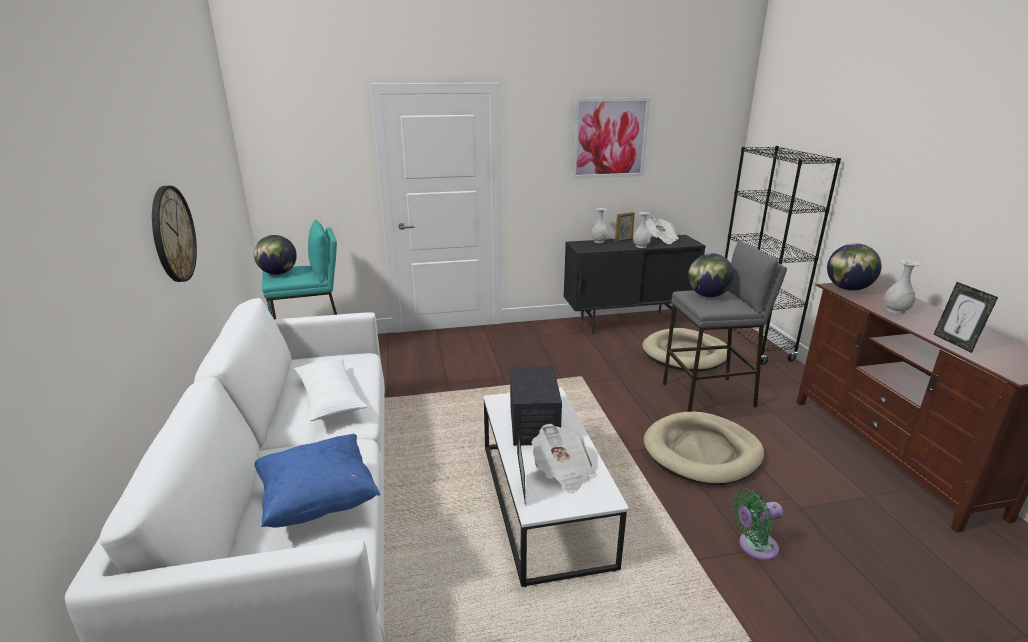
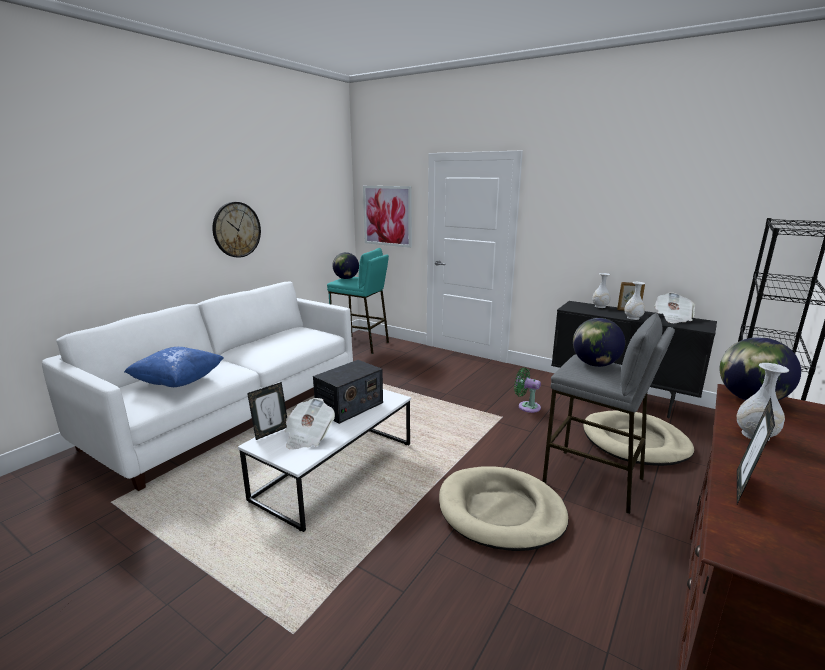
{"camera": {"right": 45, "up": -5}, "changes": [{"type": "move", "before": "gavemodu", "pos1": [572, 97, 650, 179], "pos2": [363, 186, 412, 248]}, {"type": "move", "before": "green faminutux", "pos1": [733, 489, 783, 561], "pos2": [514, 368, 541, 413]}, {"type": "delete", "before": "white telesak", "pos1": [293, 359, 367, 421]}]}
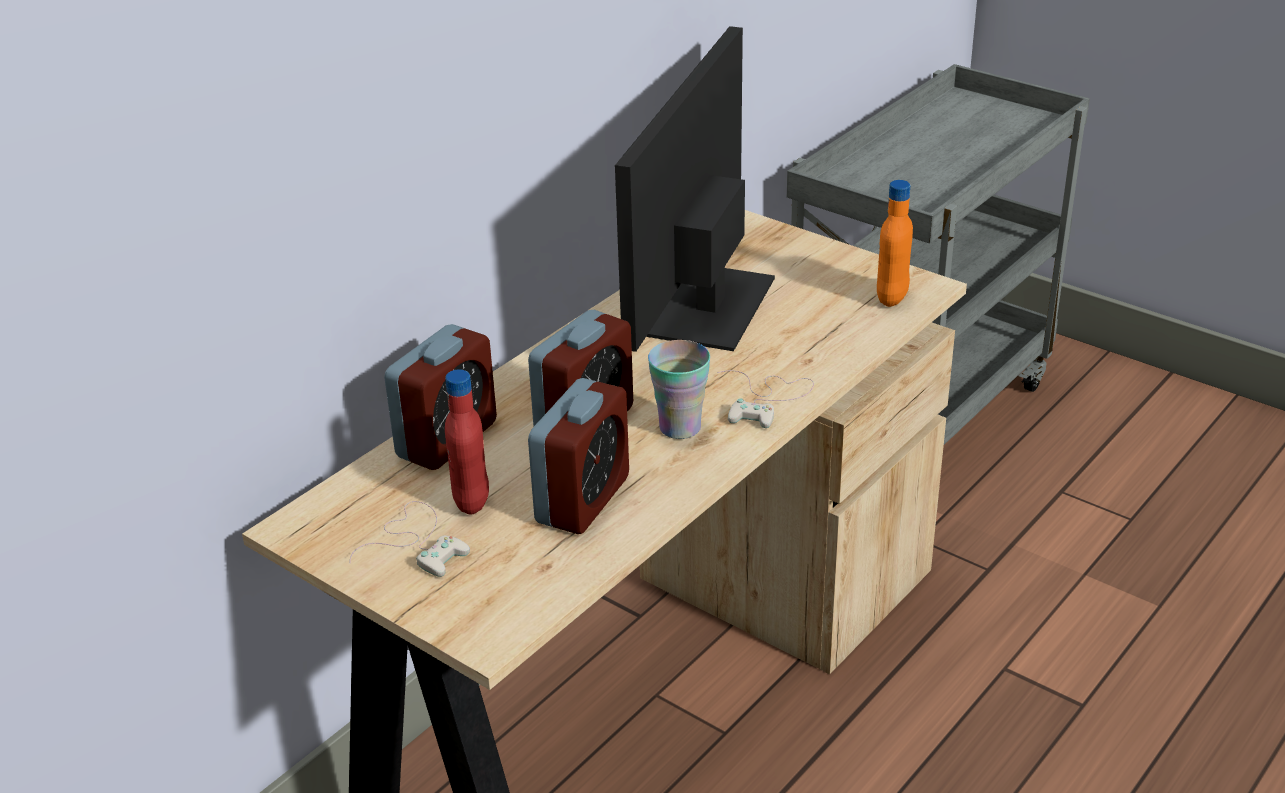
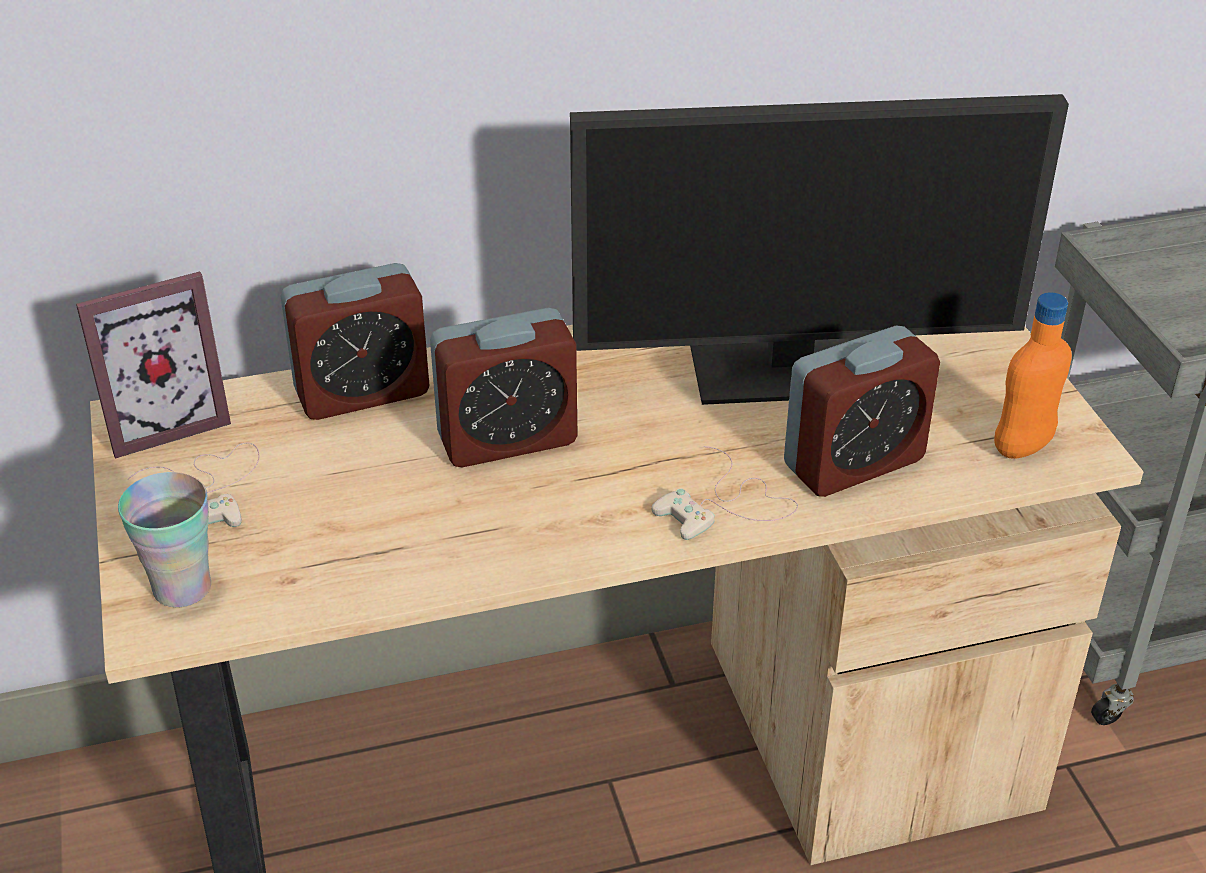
{"camera": {"right": 35, "up": 5}, "changes": [{"type": "insert", "after": "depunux", "pos2": [76, 271, 231, 458]}, {"type": "move", "before": "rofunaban", "pos1": [648, 340, 710, 439], "pos2": [118, 472, 211, 607]}, {"type": "rotate", "before": "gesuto", "pos1": [615, 26, 775, 352], "pos2": [570, 94, 1069, 405], "turn": -150}, {"type": "move", "before": "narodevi", "pos1": [528, 378, 629, 534], "pos2": [784, 326, 940, 497]}, {"type": "delete", "before": "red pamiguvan", "pos1": [445, 370, 489, 515]}]}
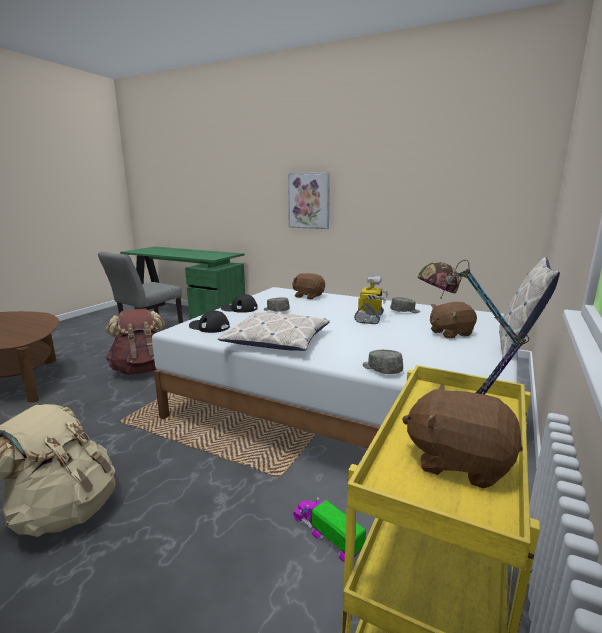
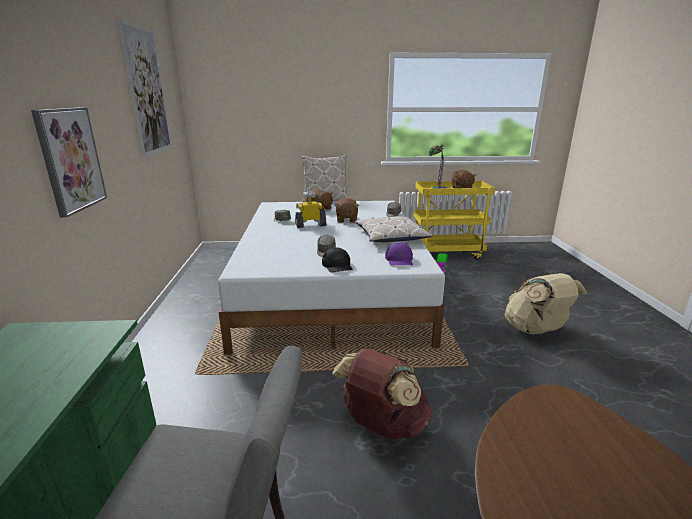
{"camera": {"right": -120, "up": 5}, "changes": [{"type": "insert", "after": "gavemodu", "pos2": [118, 18, 172, 157]}, {"type": "move", "before": "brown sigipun", "pos1": [292, 273, 325, 299], "pos2": [334, 198, 359, 223]}, {"type": "recolor", "before": "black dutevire", "after": "purple dutevire", "pos1": [189, 311, 230, 333], "pos2": [385, 242, 413, 266]}]}
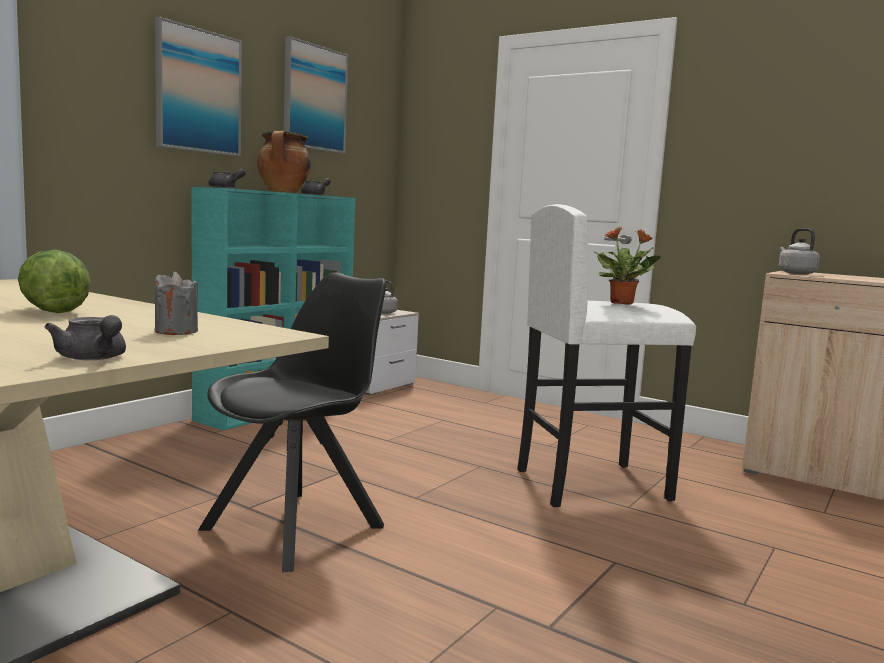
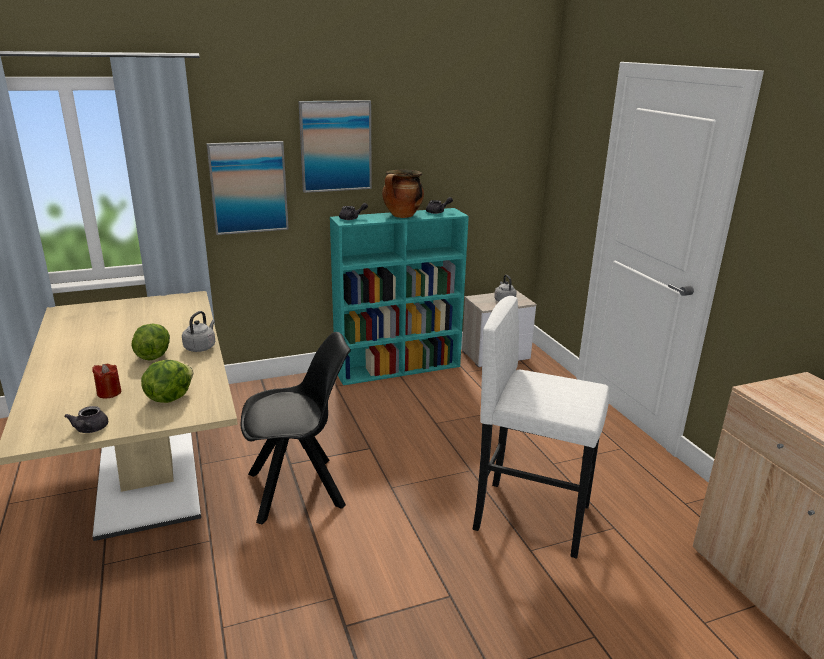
{"camera": {"right": 35, "up": 15}, "changes": [{"type": "insert", "after": "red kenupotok", "pos2": [92, 364, 121, 398]}, {"type": "replace", "before": "grey kenupotok", "after": "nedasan", "pos1": [154, 272, 198, 335], "pos2": [141, 360, 193, 403]}, {"type": "move", "before": "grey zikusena", "pos1": [778, 228, 820, 274], "pos2": [182, 311, 215, 352]}, {"type": "move", "before": "gavemodu", "pos1": [284, 36, 348, 153], "pos2": [206, 141, 289, 235]}, {"type": "delete", "before": "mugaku", "pos1": [594, 227, 661, 305]}]}
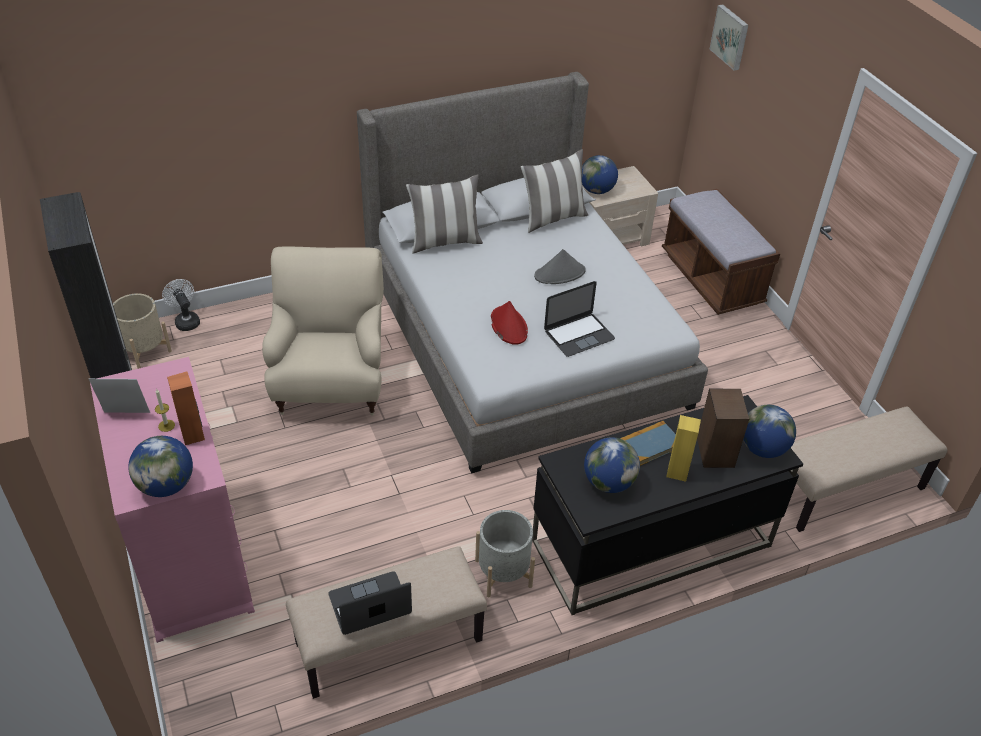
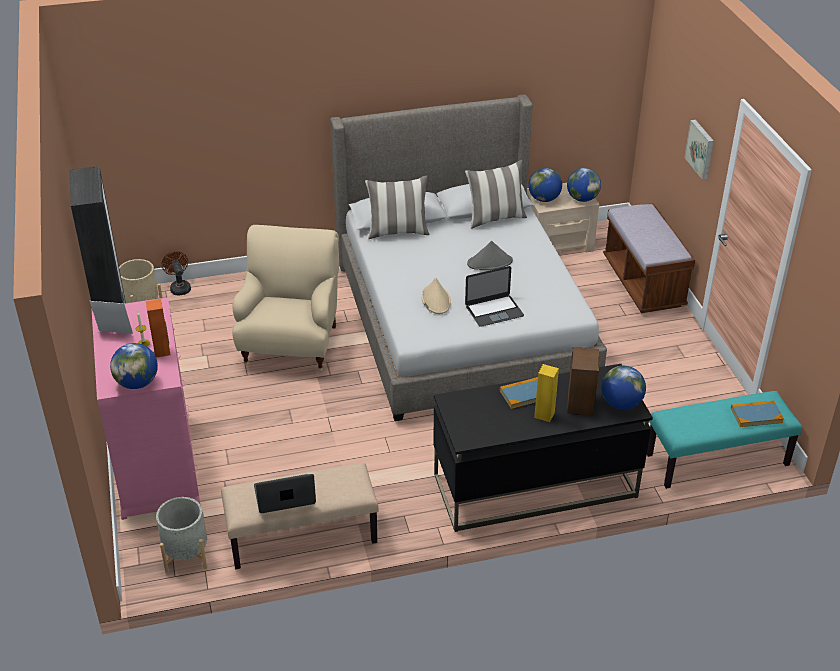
{"camera": {"right": 10, "up": -5}, "changes": [{"type": "move", "before": "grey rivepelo", "pos1": [475, 510, 535, 597], "pos2": [156, 497, 207, 573]}, {"type": "recolor", "before": "white faminutux", "after": "brown faminutux", "pos1": [162, 279, 200, 331], "pos2": [161, 251, 191, 296]}, {"type": "recolor", "before": "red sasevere", "after": "beige sasevere", "pos1": [491, 301, 528, 345], "pos2": [422, 278, 451, 314]}, {"type": "move", "before": "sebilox", "pos1": [584, 437, 640, 493], "pos2": [567, 168, 601, 202]}, {"type": "recolor", "before": "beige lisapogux", "after": "turquoise lisapogux", "pos1": [791, 406, 948, 532], "pos2": [647, 391, 802, 489]}, {"type": "move", "before": "gavemodu", "pos1": [710, 5, 748, 70], "pos2": [685, 120, 714, 180]}, {"type": "insert", "after": "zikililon", "pos2": [731, 401, 784, 427]}]}
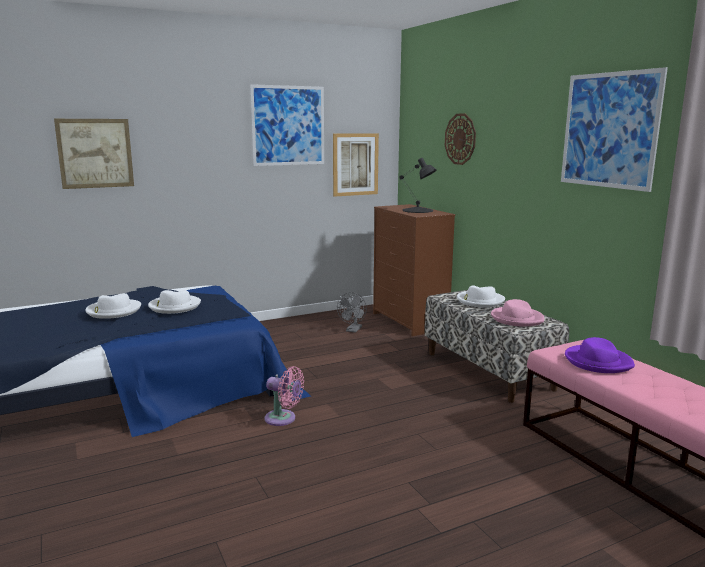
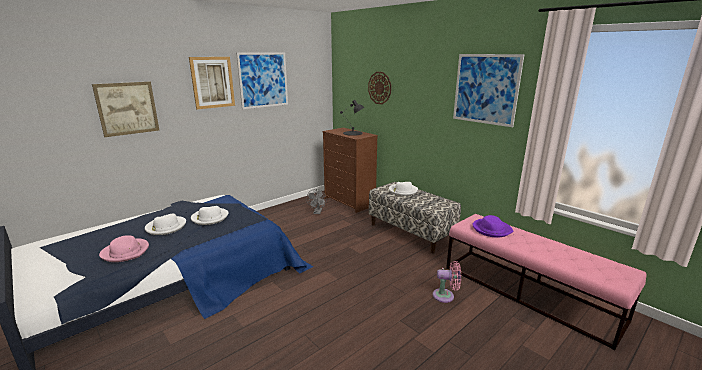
{"camera": {"right": -15, "up": 5}, "changes": [{"type": "move", "before": "pink sasevere", "pos1": [491, 299, 544, 327], "pos2": [99, 235, 149, 262]}, {"type": "move", "before": "gavemodu", "pos1": [333, 133, 379, 197], "pos2": [189, 57, 235, 109]}, {"type": "move", "before": "pink faminutux", "pos1": [265, 366, 304, 426], "pos2": [433, 261, 461, 303]}]}
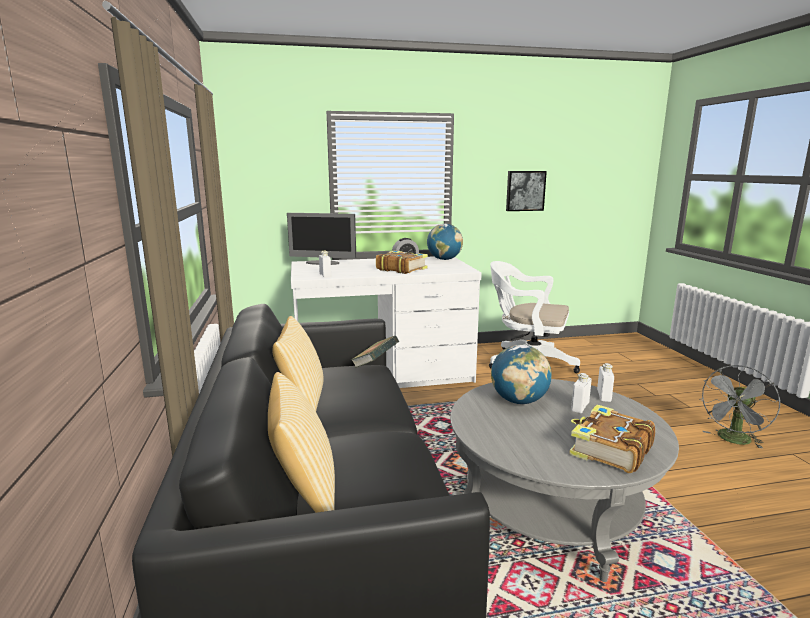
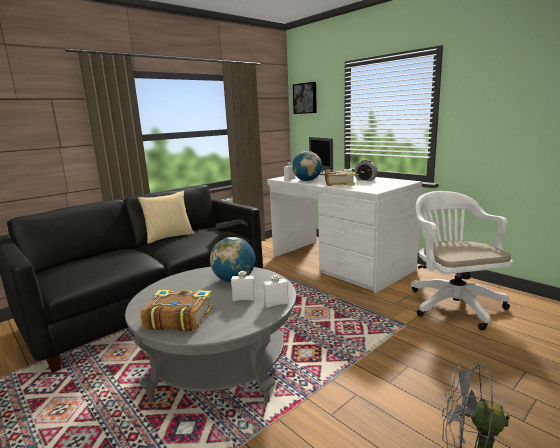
{"camera": {"right": 60, "up": 0}, "changes": [{"type": "move", "before": "sebilox", "pos1": [427, 224, 463, 260], "pos2": [292, 151, 322, 181]}, {"type": "move", "before": "gavemodu", "pos1": [506, 171, 547, 211], "pos2": [293, 82, 317, 114]}, {"type": "delete", "before": "telesak", "pos1": [268, 372, 335, 513]}]}
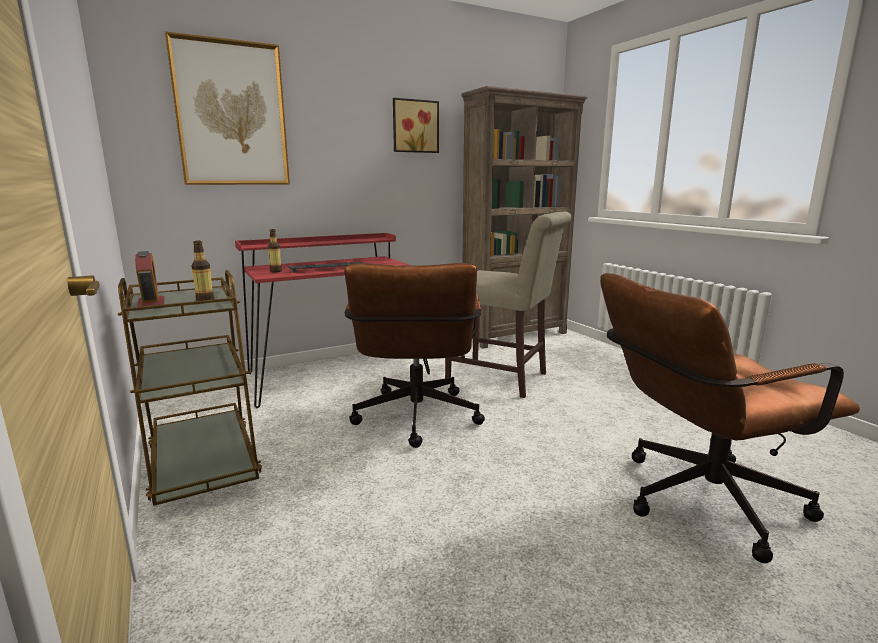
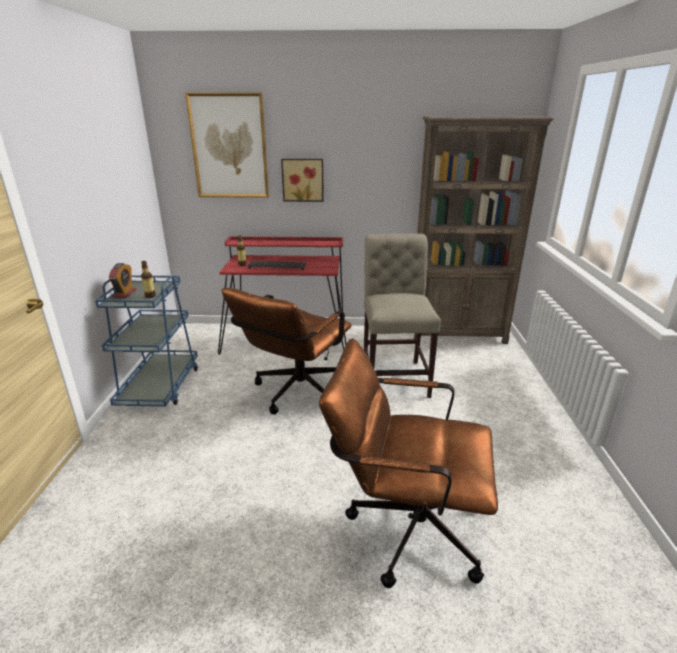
{"camera": {"right": 30, "up": 10}, "changes": [{"type": "recolor", "before": "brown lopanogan", "after": "blue lopanogan", "pos1": [118, 270, 262, 506], "pos2": [95, 275, 198, 407]}, {"type": "move", "before": "gavemodu", "pos1": [393, 98, 439, 153], "pos2": [281, 159, 324, 202]}, {"type": "rotate", "before": "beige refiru", "pos1": [445, 212, 571, 398], "pos2": [364, 233, 441, 398], "turn": -150}]}
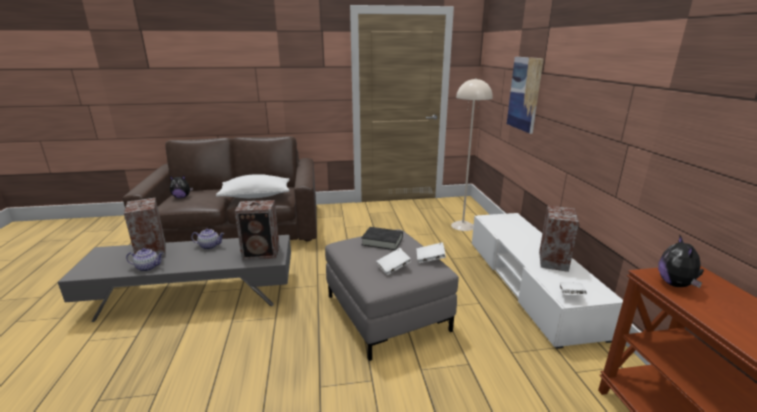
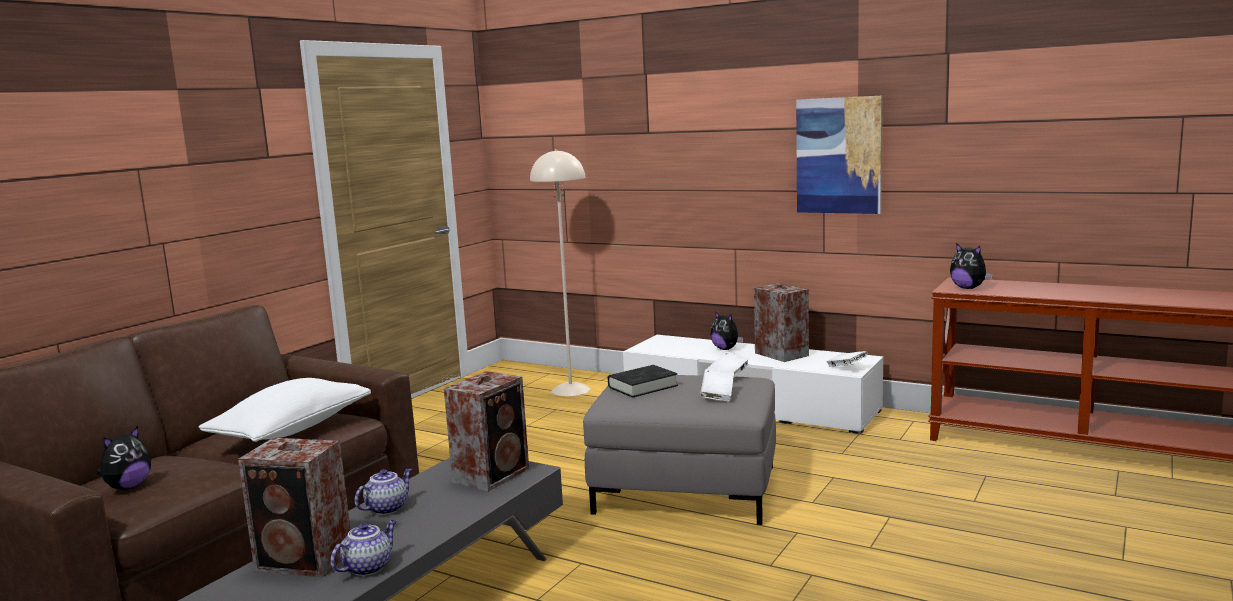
{"camera": {"right": -50, "up": -10}, "changes": [{"type": "insert", "after": "sigipun", "pos2": [711, 311, 743, 350]}, {"type": "move", "before": "gavemodu", "pos1": [507, 57, 544, 134], "pos2": [796, 96, 883, 214]}]}
